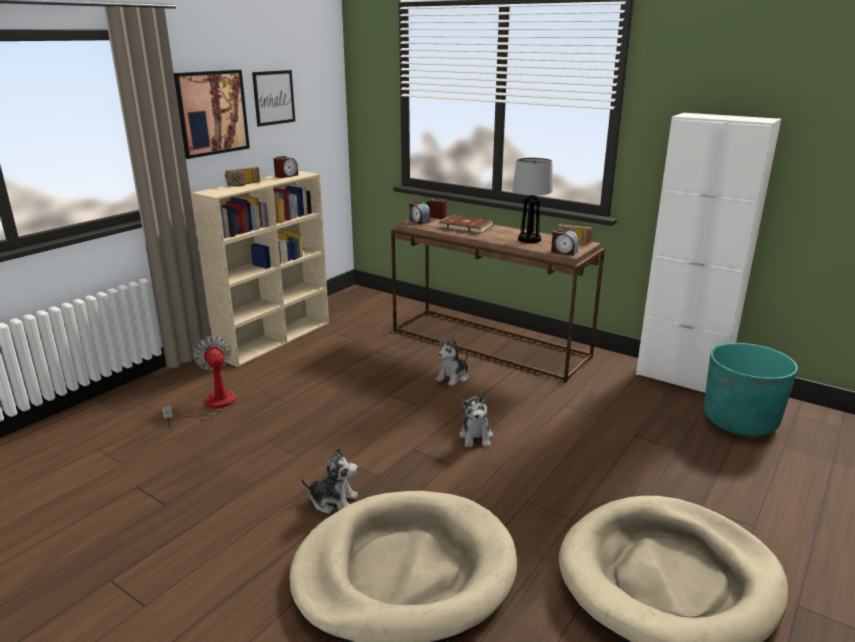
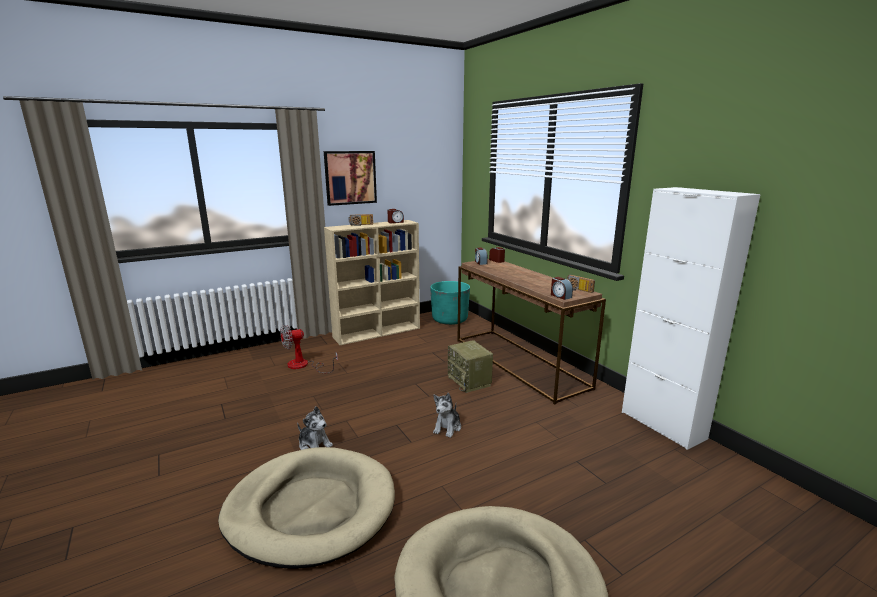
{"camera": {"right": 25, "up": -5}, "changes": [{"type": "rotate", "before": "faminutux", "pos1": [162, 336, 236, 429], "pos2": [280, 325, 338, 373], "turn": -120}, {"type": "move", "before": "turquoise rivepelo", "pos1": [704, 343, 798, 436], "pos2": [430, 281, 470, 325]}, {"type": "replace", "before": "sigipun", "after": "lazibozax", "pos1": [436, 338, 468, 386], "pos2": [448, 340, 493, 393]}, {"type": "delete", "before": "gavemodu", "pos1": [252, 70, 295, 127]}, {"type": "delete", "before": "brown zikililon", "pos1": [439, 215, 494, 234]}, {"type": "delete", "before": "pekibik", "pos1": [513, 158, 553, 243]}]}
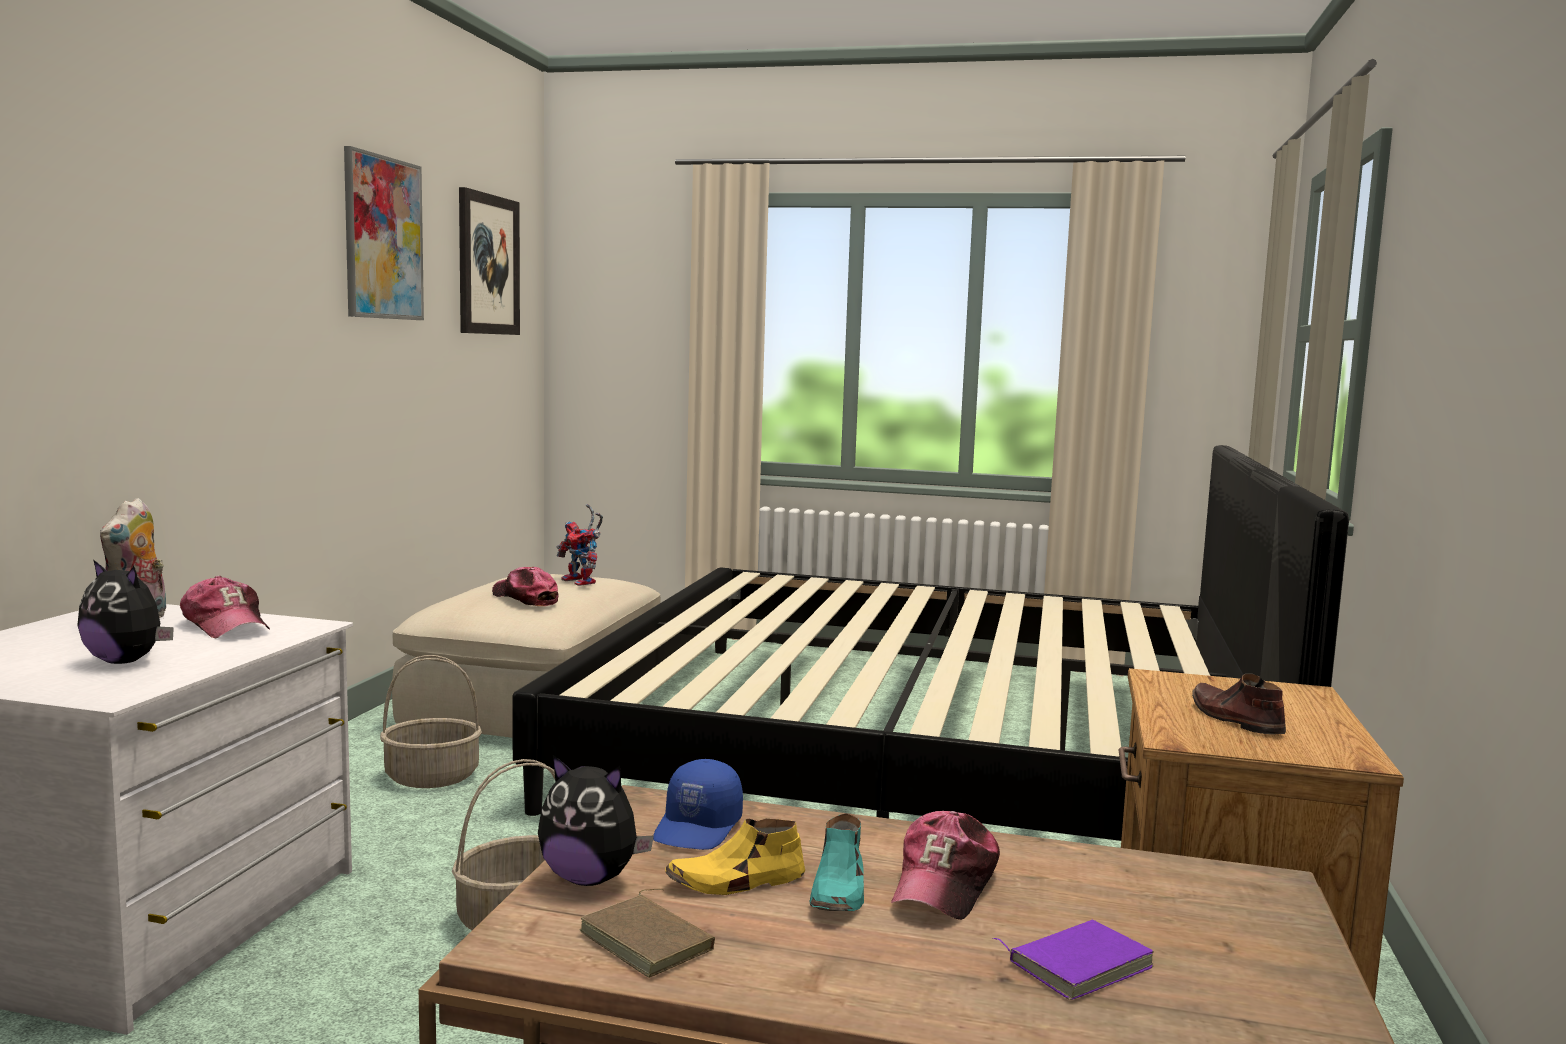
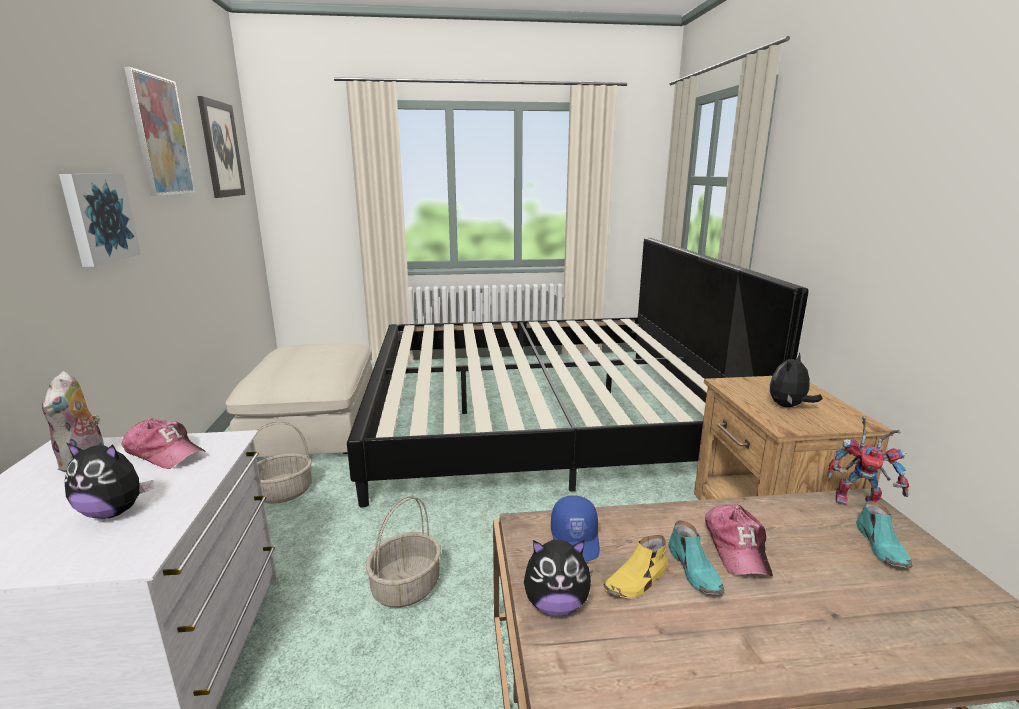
{"camera": {"right": -20, "up": 10}, "changes": [{"type": "insert", "after": "gavemodu", "pos2": [59, 174, 141, 267]}, {"type": "replace", "before": "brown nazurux", "after": "sigipun", "pos1": [1192, 674, 1286, 735], "pos2": [770, 352, 822, 407]}, {"type": "move", "before": "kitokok", "pos1": [556, 504, 603, 586], "pos2": [827, 416, 909, 505]}, {"type": "insert", "after": "turquoise nazurux", "pos2": [856, 501, 912, 568]}, {"type": "delete", "before": "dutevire", "pos1": [492, 567, 558, 606]}, {"type": "delete", "before": "brown zikililon", "pos1": [580, 889, 715, 978]}, {"type": "delete", "before": "purple zikililon", "pos1": [992, 920, 1154, 1000]}]}
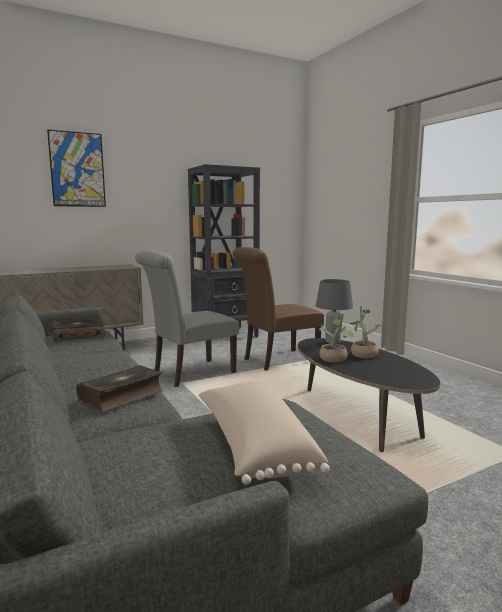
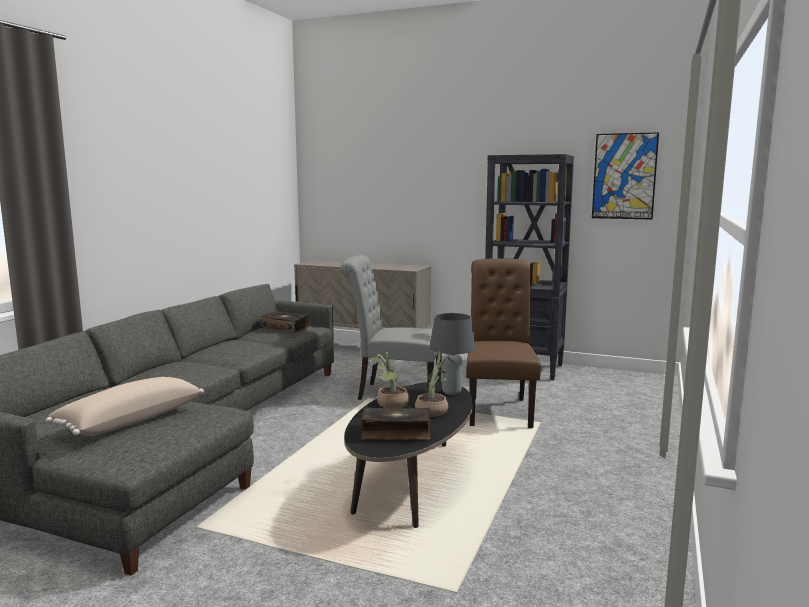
{"camera": {"right": 50, "up": 0}, "changes": [{"type": "move", "before": "zikililon", "pos1": [76, 365, 163, 413], "pos2": [361, 408, 431, 440]}, {"type": "rotate", "before": "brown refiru", "pos1": [232, 247, 324, 371], "pos2": [466, 258, 541, 428], "turn": 75}, {"type": "move", "before": "gavemodu", "pos1": [47, 129, 106, 207], "pos2": [592, 132, 659, 219]}]}
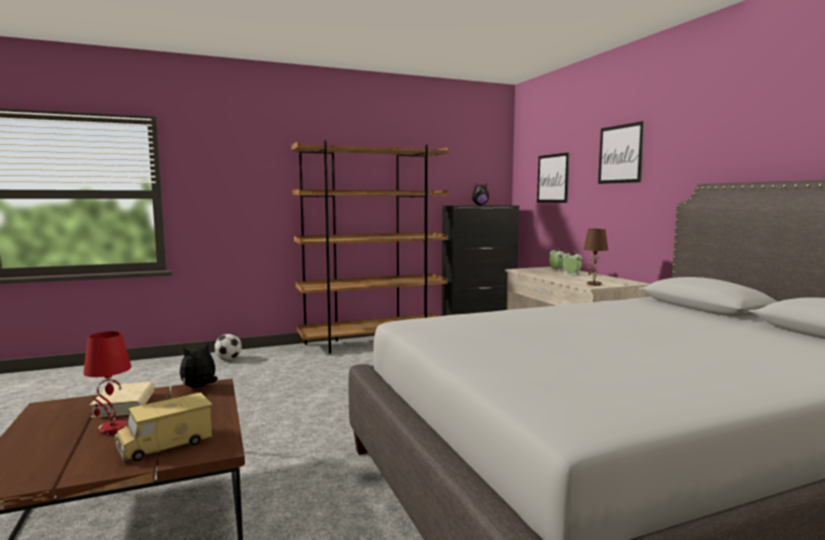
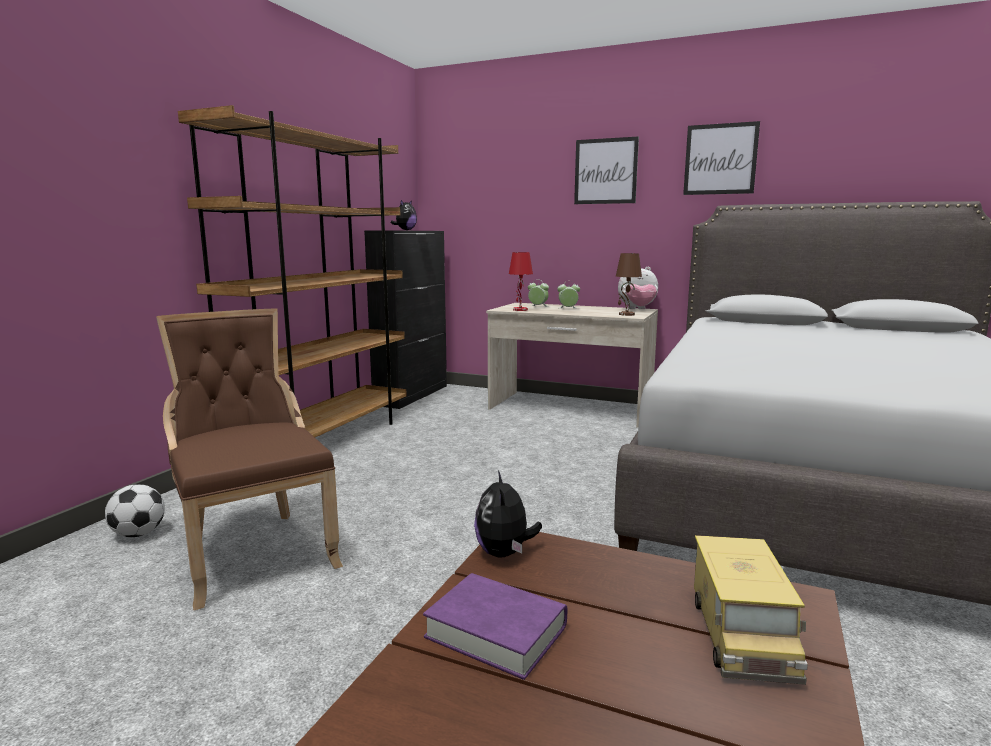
{"camera": {"right": -45, "up": 5}, "changes": [{"type": "insert", "after": "brown refiru", "pos2": [156, 309, 343, 610]}, {"type": "recolor", "before": "beige zikililon", "after": "purple zikililon", "pos1": [90, 382, 154, 418], "pos2": [423, 573, 567, 680]}, {"type": "move", "before": "red pekibik", "pos1": [83, 331, 131, 435], "pos2": [509, 252, 533, 311]}, {"type": "insert", "after": "sigipun", "pos2": [618, 267, 658, 309]}, {"type": "move", "before": "gavemodu", "pos1": [537, 152, 570, 203], "pos2": [683, 121, 760, 195]}]}
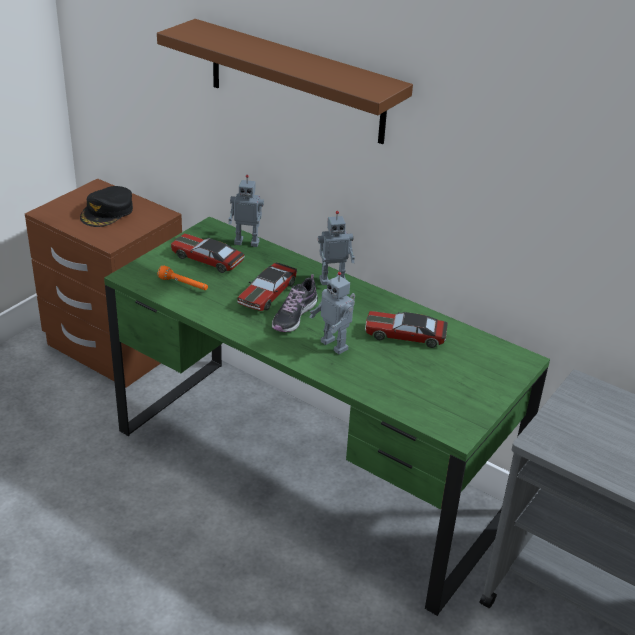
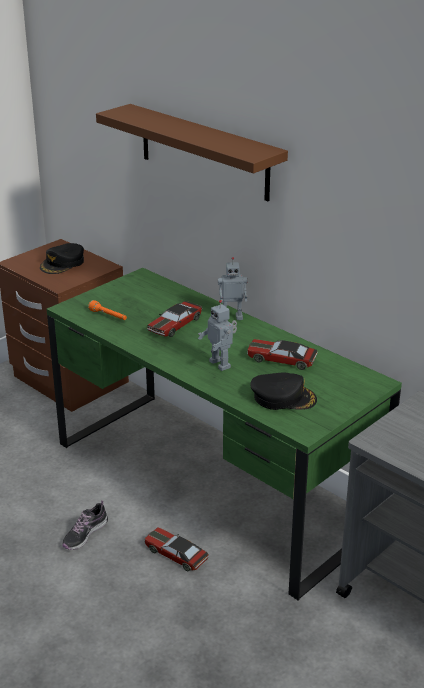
{"camera": {"right": 10, "up": -5}, "changes": [{"type": "move", "before": "nazurux", "pos1": [272, 274, 318, 332], "pos2": [62, 500, 108, 550]}, {"type": "move", "before": "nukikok", "pos1": [171, 234, 245, 273], "pos2": [144, 527, 209, 571]}, {"type": "insert", "after": "black dutevire", "pos2": [250, 373, 317, 410]}, {"type": "delete", "before": "kitokok", "pos1": [229, 175, 264, 247]}]}
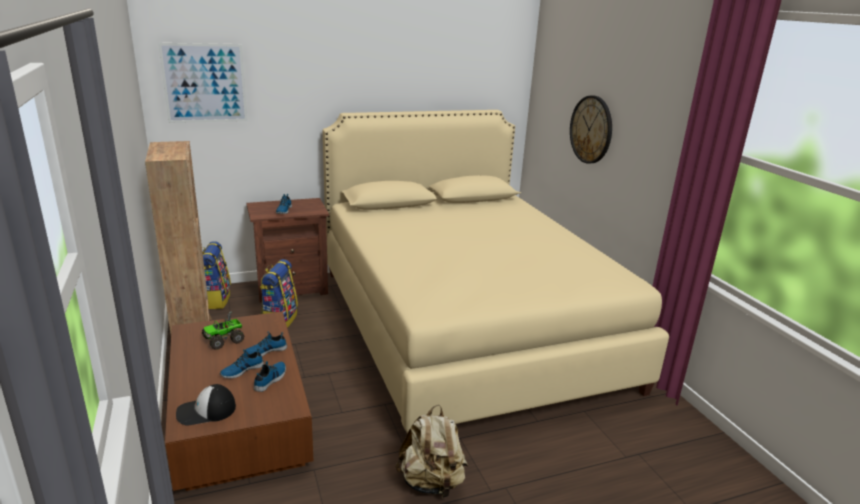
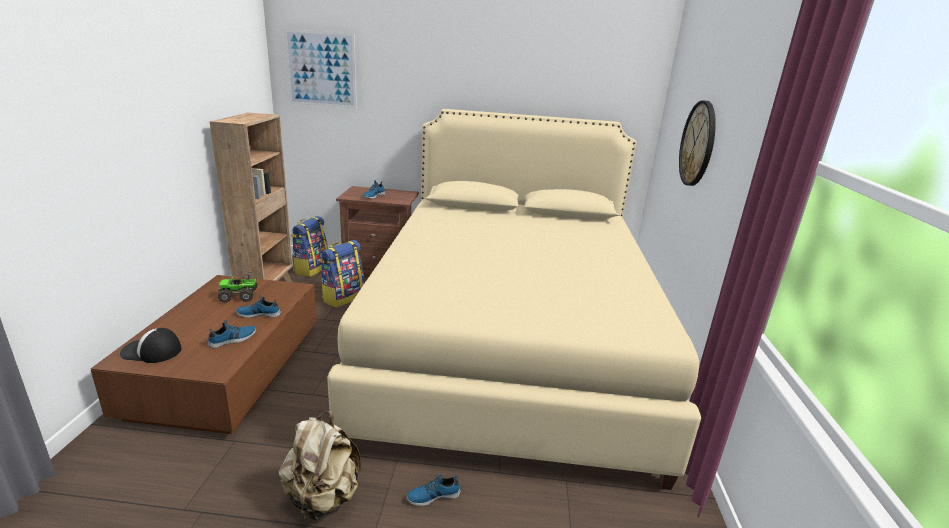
{"camera": {"right": 25, "up": 0}, "changes": [{"type": "move", "before": "nazurux", "pos1": [220, 348, 264, 378], "pos2": [406, 474, 460, 506]}]}
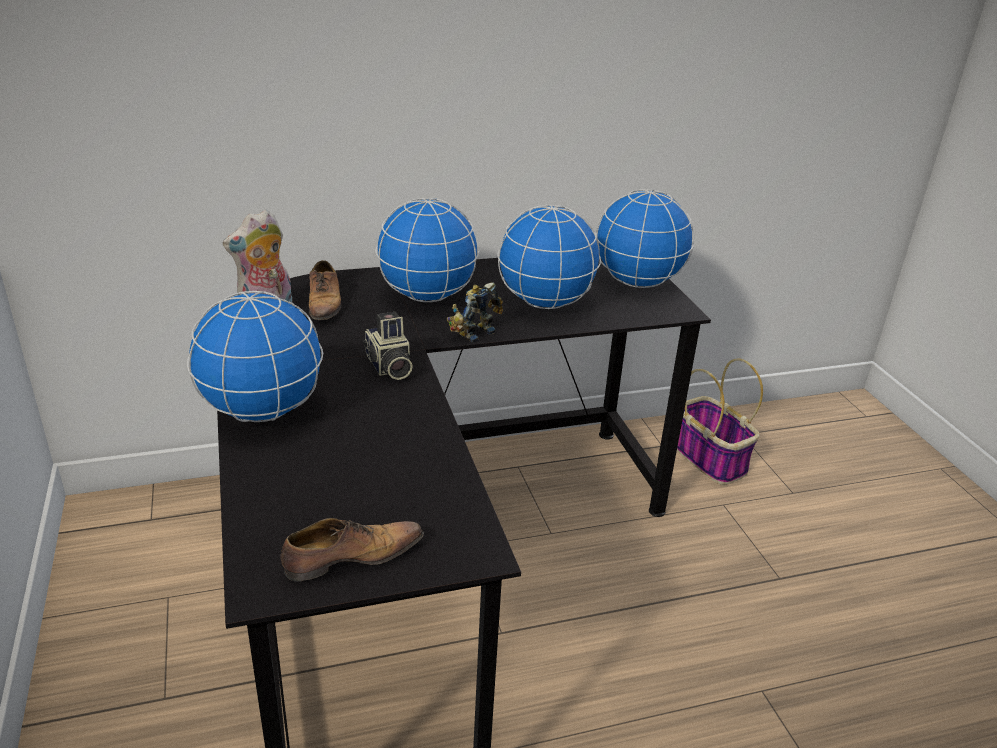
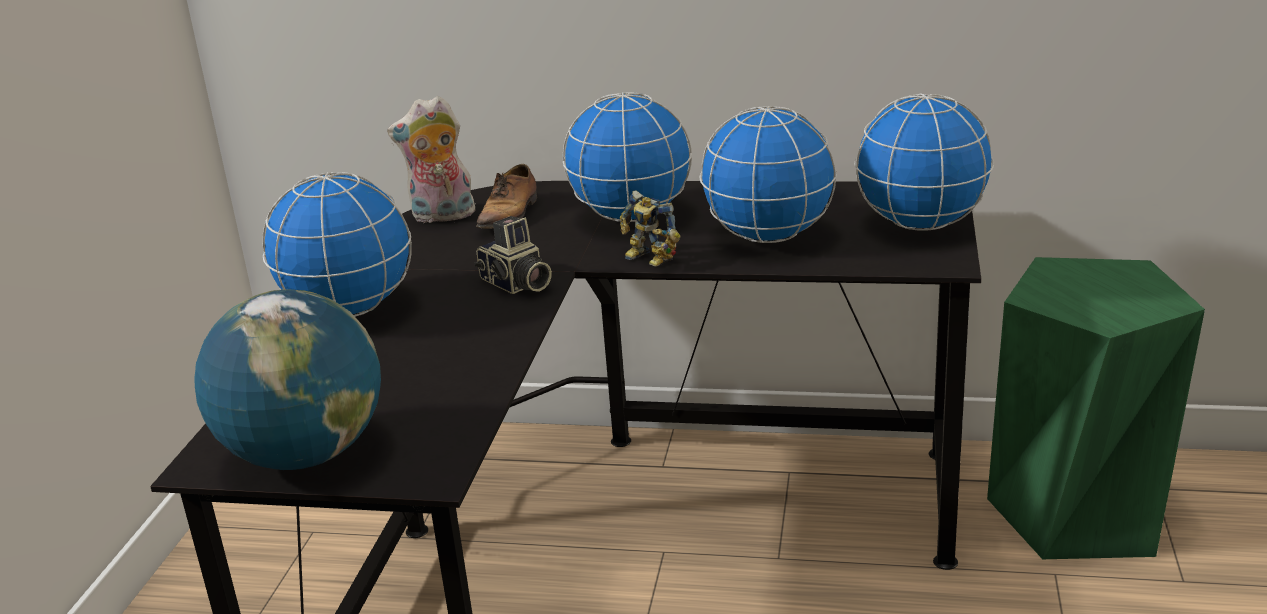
{"camera": {"right": 30, "up": -5}, "changes": [{"type": "replace", "before": "nazurux", "after": "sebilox", "pos1": [280, 518, 424, 581], "pos2": [194, 289, 381, 470]}, {"type": "rotate", "before": "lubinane", "pos1": [363, 312, 413, 380], "pos2": [475, 216, 552, 294], "turn": -45}, {"type": "rotate", "before": "kitokok", "pos1": [447, 282, 503, 342], "pos2": [620, 190, 680, 267], "turn": -120}, {"type": "replace", "before": "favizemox", "after": "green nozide", "pos1": [677, 358, 763, 485], "pos2": [987, 257, 1205, 559]}]}
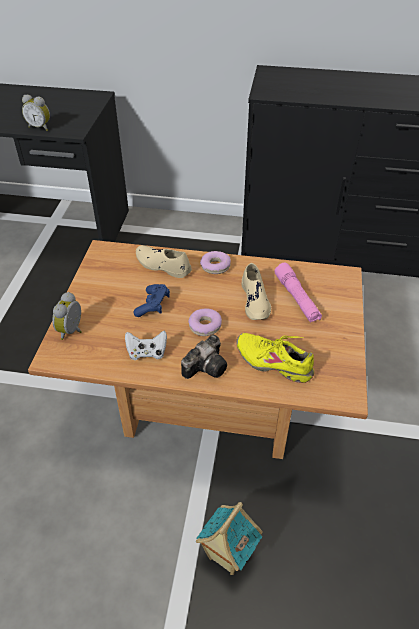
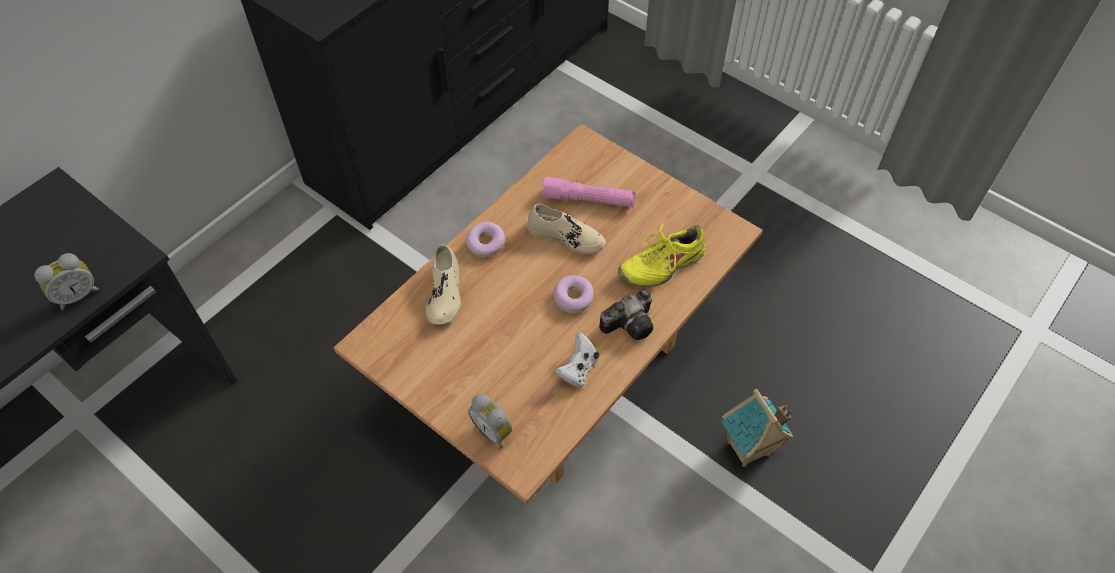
{"camera": {"right": -60, "up": 10}, "changes": [{"type": "rotate", "before": "beige nazurux", "pos1": [136, 245, 192, 278], "pos2": [426, 244, 461, 324], "turn": -60}, {"type": "rotate", "before": "lubinane", "pos1": [181, 335, 227, 379], "pos2": [599, 289, 653, 340], "turn": 75}, {"type": "delete", "before": "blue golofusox", "pos1": [134, 284, 170, 317]}]}
